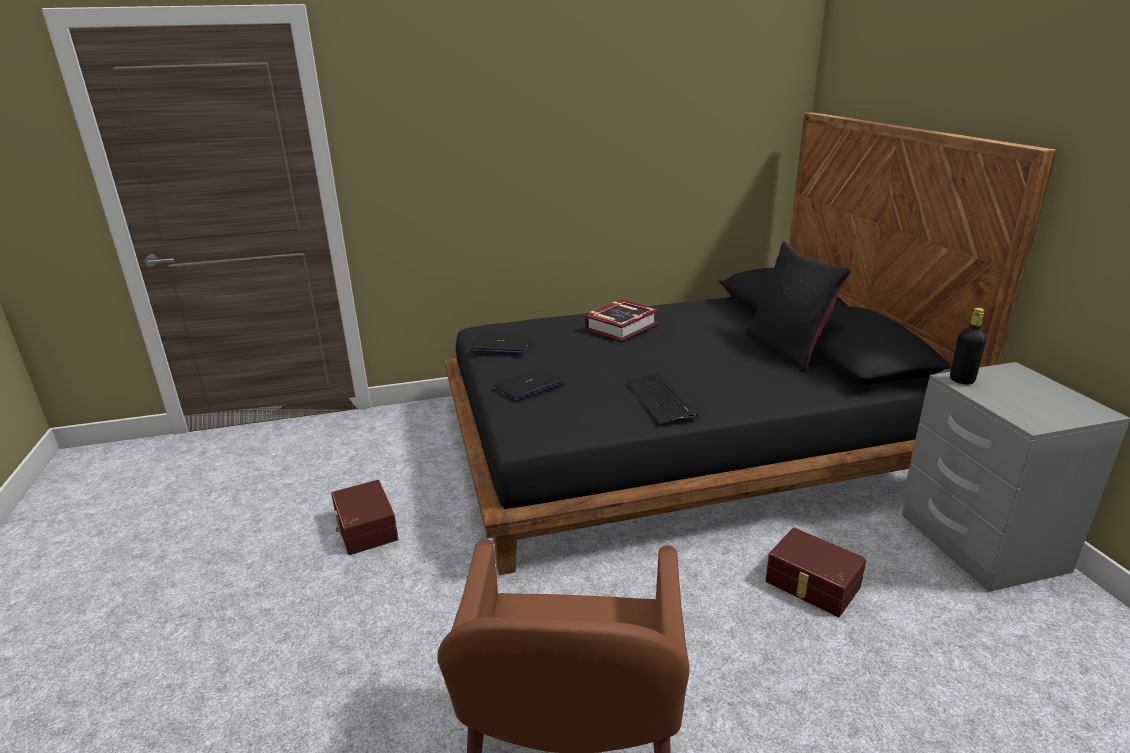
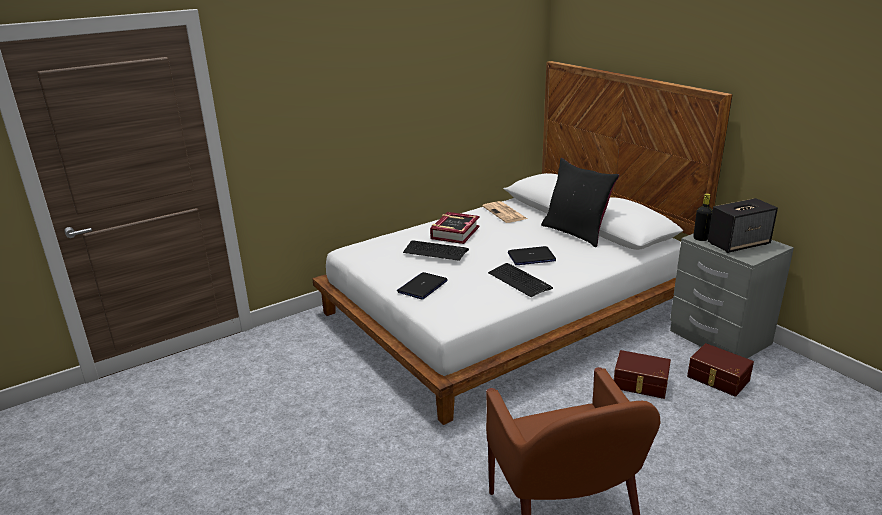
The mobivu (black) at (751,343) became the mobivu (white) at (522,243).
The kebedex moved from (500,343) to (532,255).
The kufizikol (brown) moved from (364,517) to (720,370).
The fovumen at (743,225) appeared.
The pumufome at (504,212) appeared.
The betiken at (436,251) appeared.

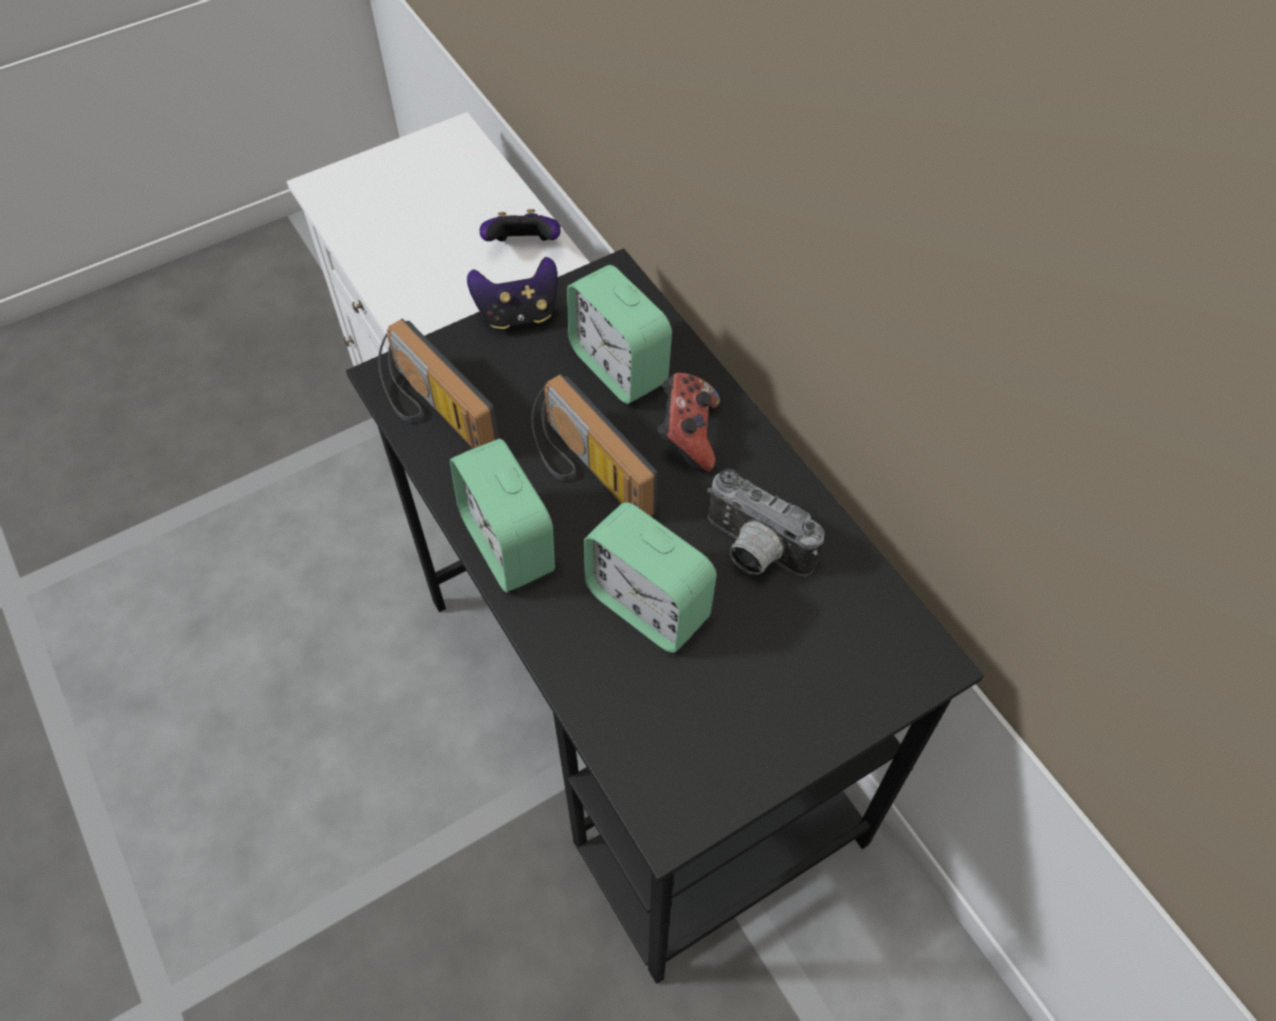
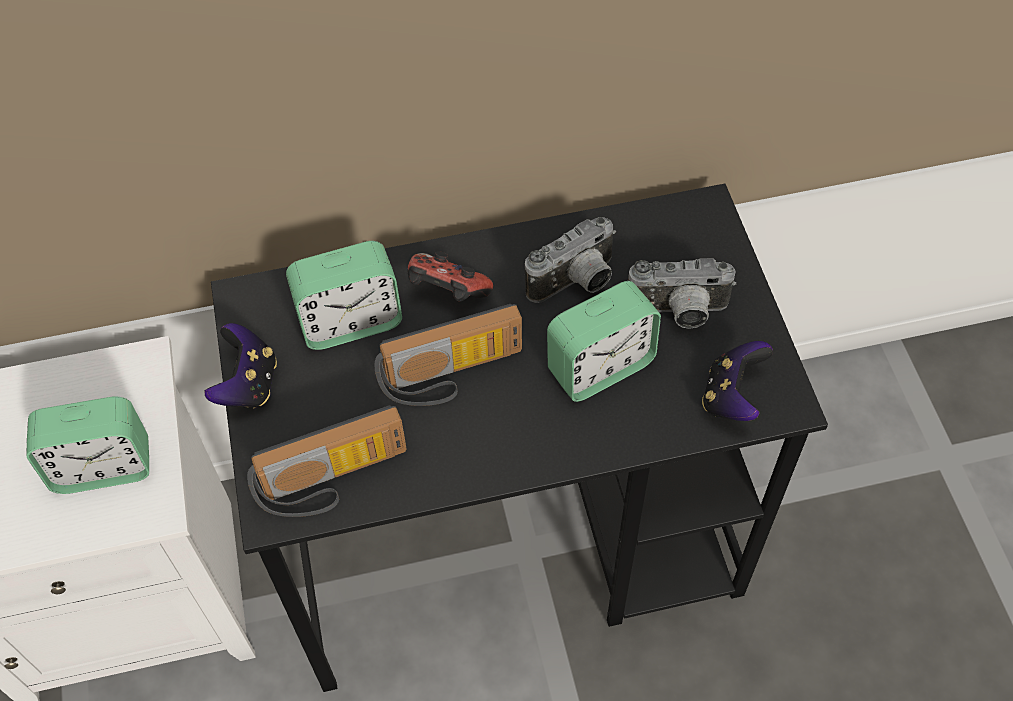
The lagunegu moved from (520,225) to (737,381).
The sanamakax moved from (502,516) to (88,445).
The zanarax at (682,293) appeared.

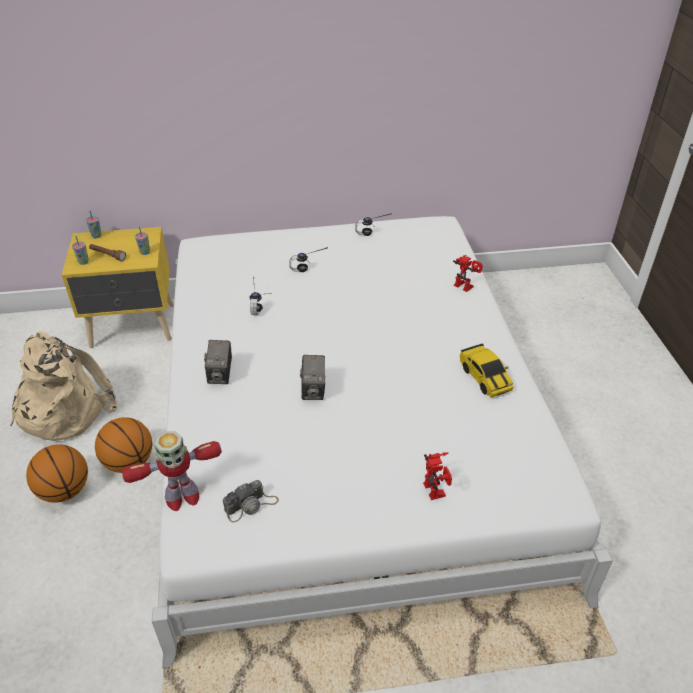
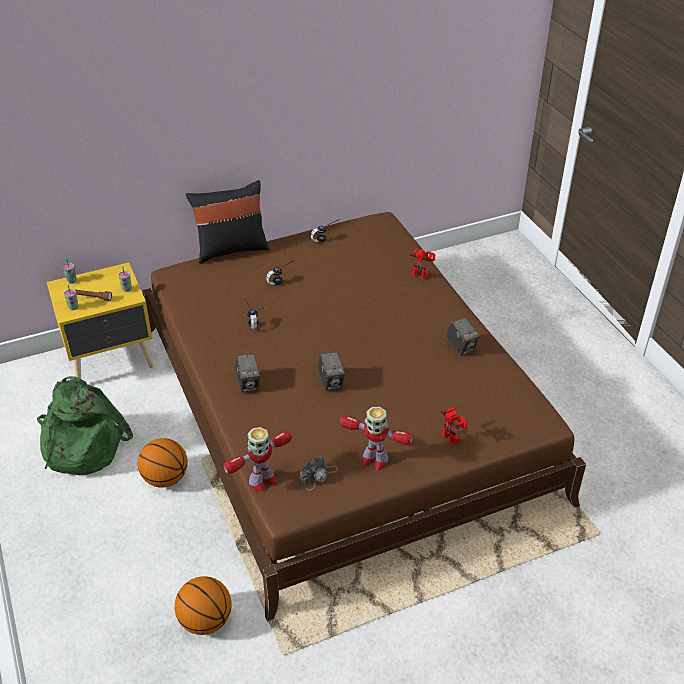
The mobivu (white) at (382,442) became the mobivu (brown) at (364,417).
The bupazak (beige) at (63,386) became the bupazak (green) at (85,425).
The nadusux at (487,370) was replaced by the zanarax at (462,336).
The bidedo moved from (57,474) to (203,605).
The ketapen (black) at (227,222) appeared.
The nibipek at (376,438) appeared.

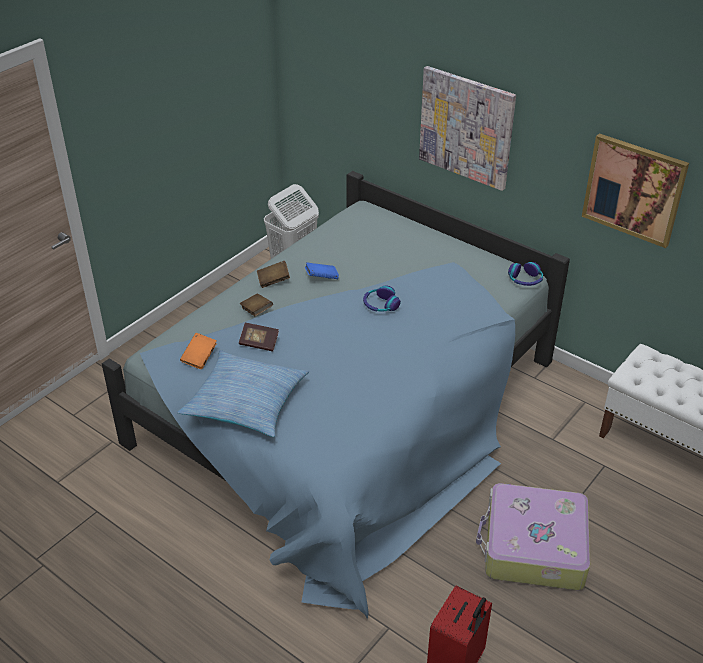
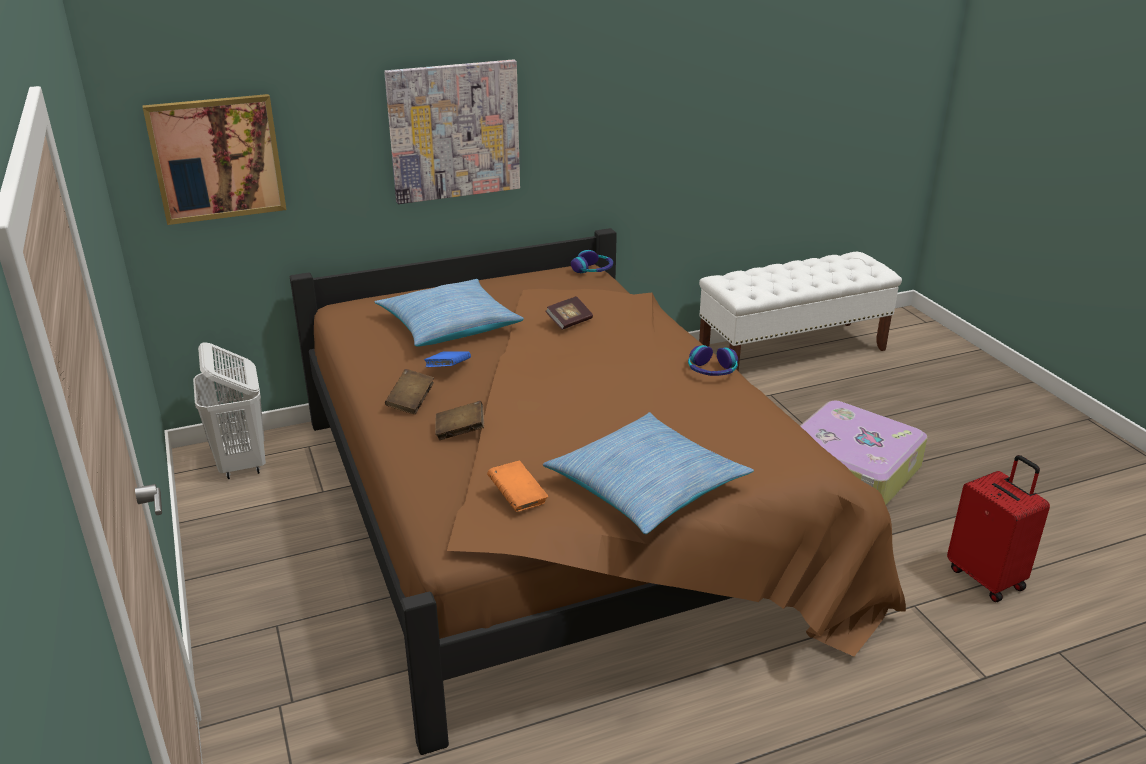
The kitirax moved from (635,190) to (214,159).
The mobivu (blue) at (336,395) became the mobivu (brown) at (598,491).
The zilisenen moved from (382,298) to (713,360).
The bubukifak moved from (259,337) to (569,313).
The ketapen at (449,313) appeared.

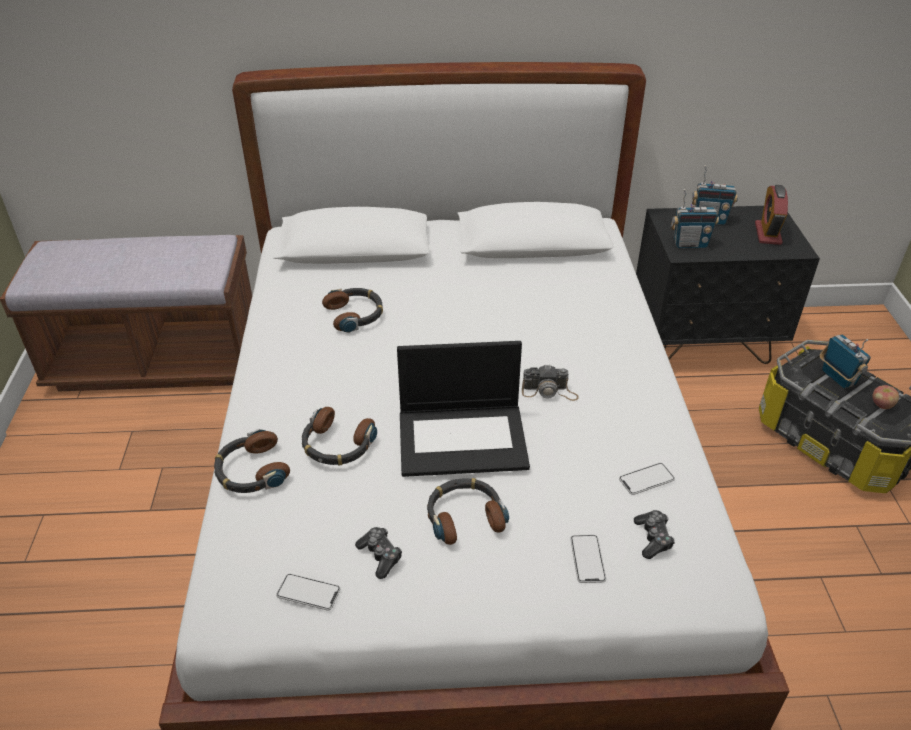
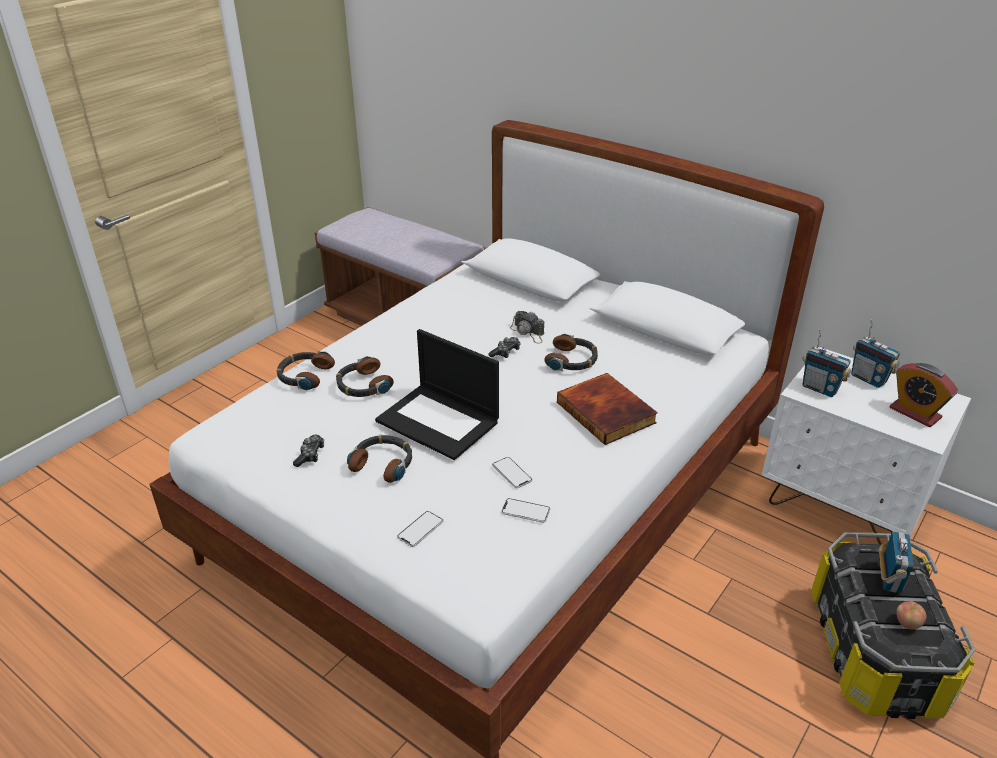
The sanamakax at (771,215) turned 90 degrees counterclockwise.
The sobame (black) at (728,285) became the sobame (white) at (866,445).
The zilisenen moved from (352,310) to (571,352).
The zanarax moved from (550,382) to (527,327).
The lagunegu moved from (654,534) to (505,347).
The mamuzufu moved from (308,592) to (512,472).
The bubukifak at (607,409) appeared.

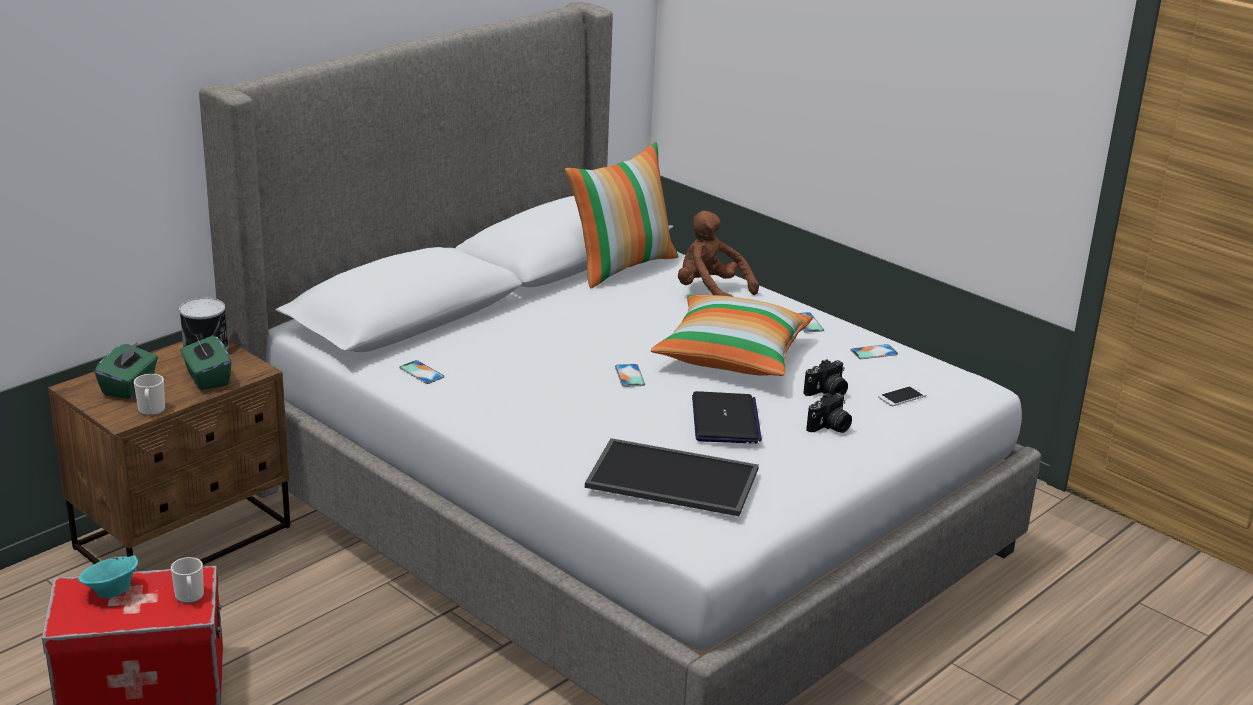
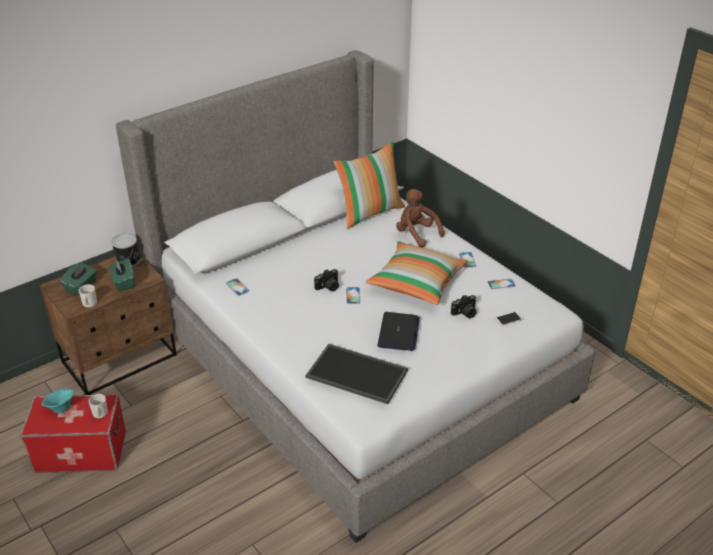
The zanarax moved from (829,413) to (326,280).

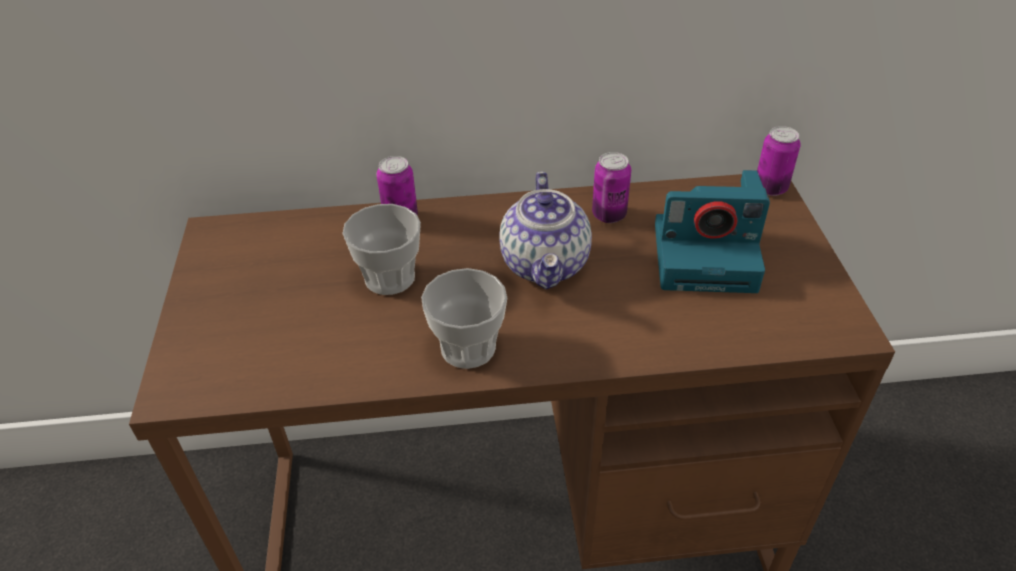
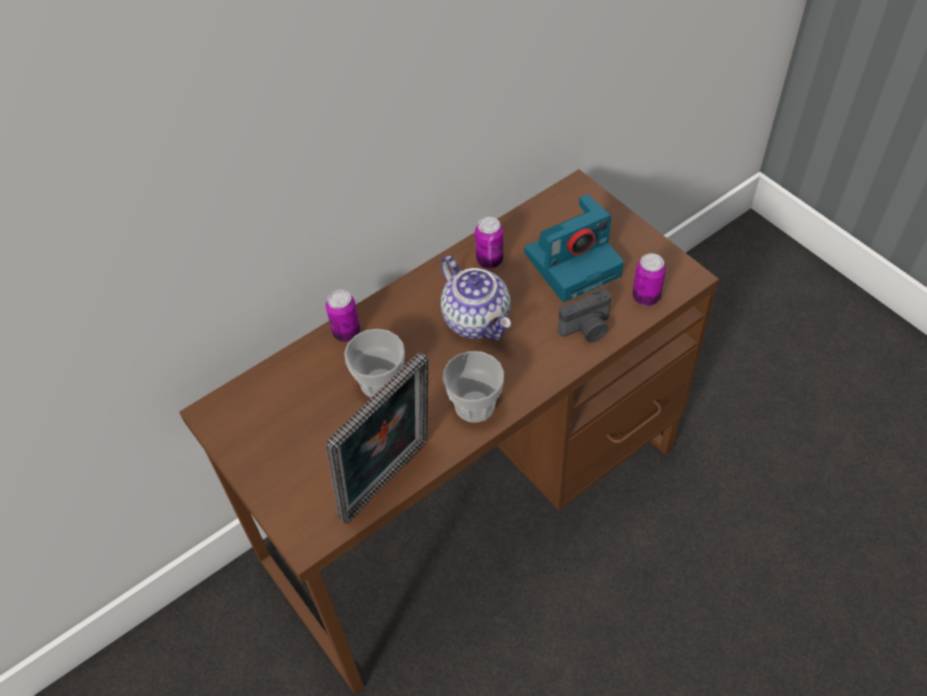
The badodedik moved from (778,161) to (649,279).
The zanarax at (584,315) appeared.
The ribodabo at (377,438) appeared.

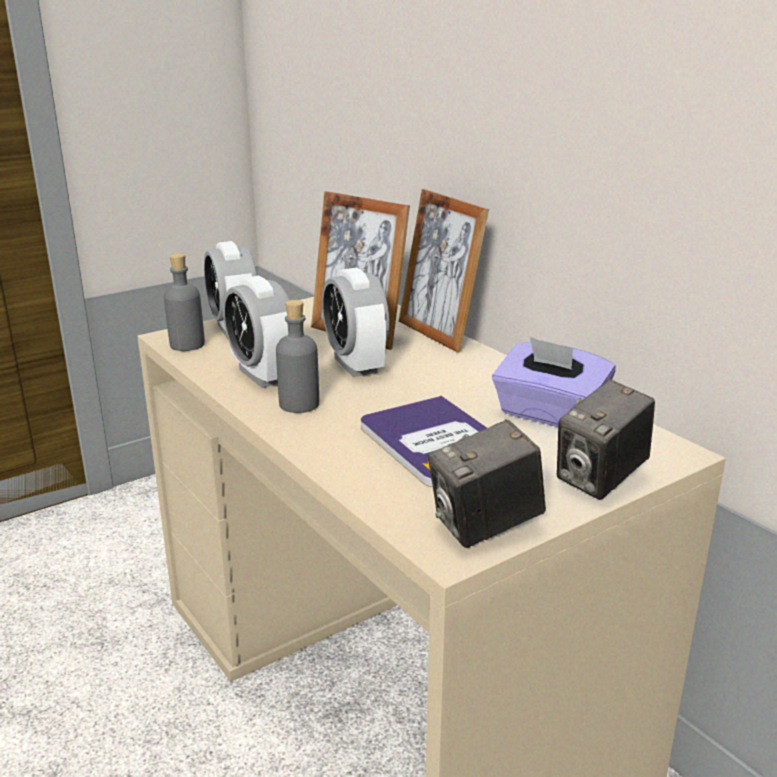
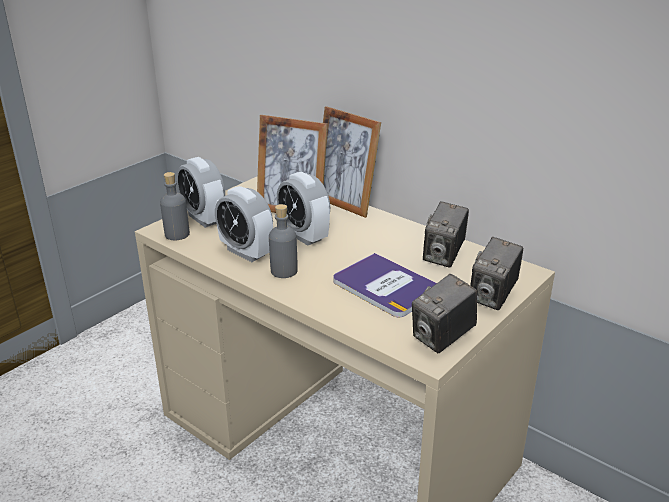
The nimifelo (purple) at (554,382) was replaced by the zanarax at (446,234).

